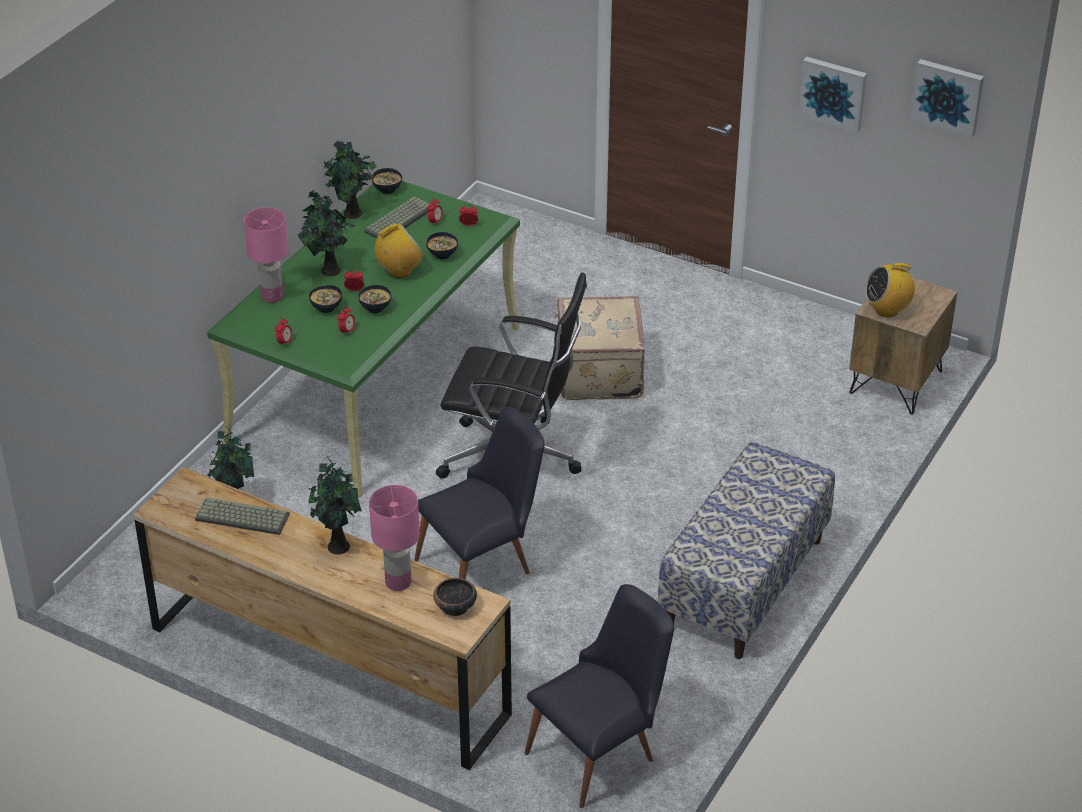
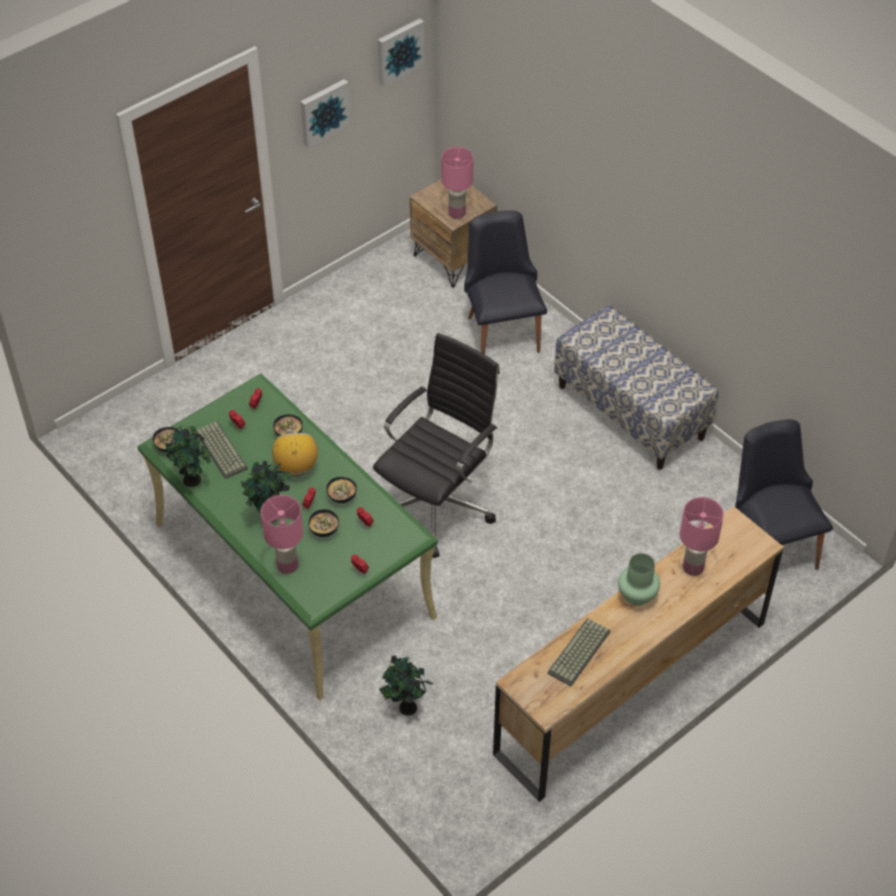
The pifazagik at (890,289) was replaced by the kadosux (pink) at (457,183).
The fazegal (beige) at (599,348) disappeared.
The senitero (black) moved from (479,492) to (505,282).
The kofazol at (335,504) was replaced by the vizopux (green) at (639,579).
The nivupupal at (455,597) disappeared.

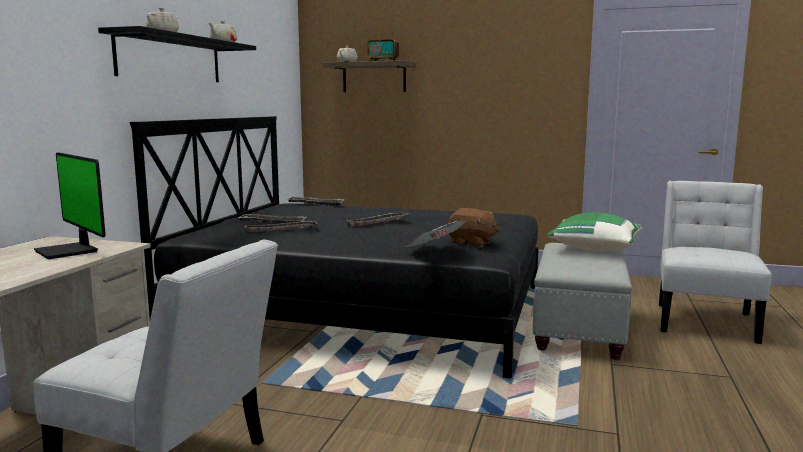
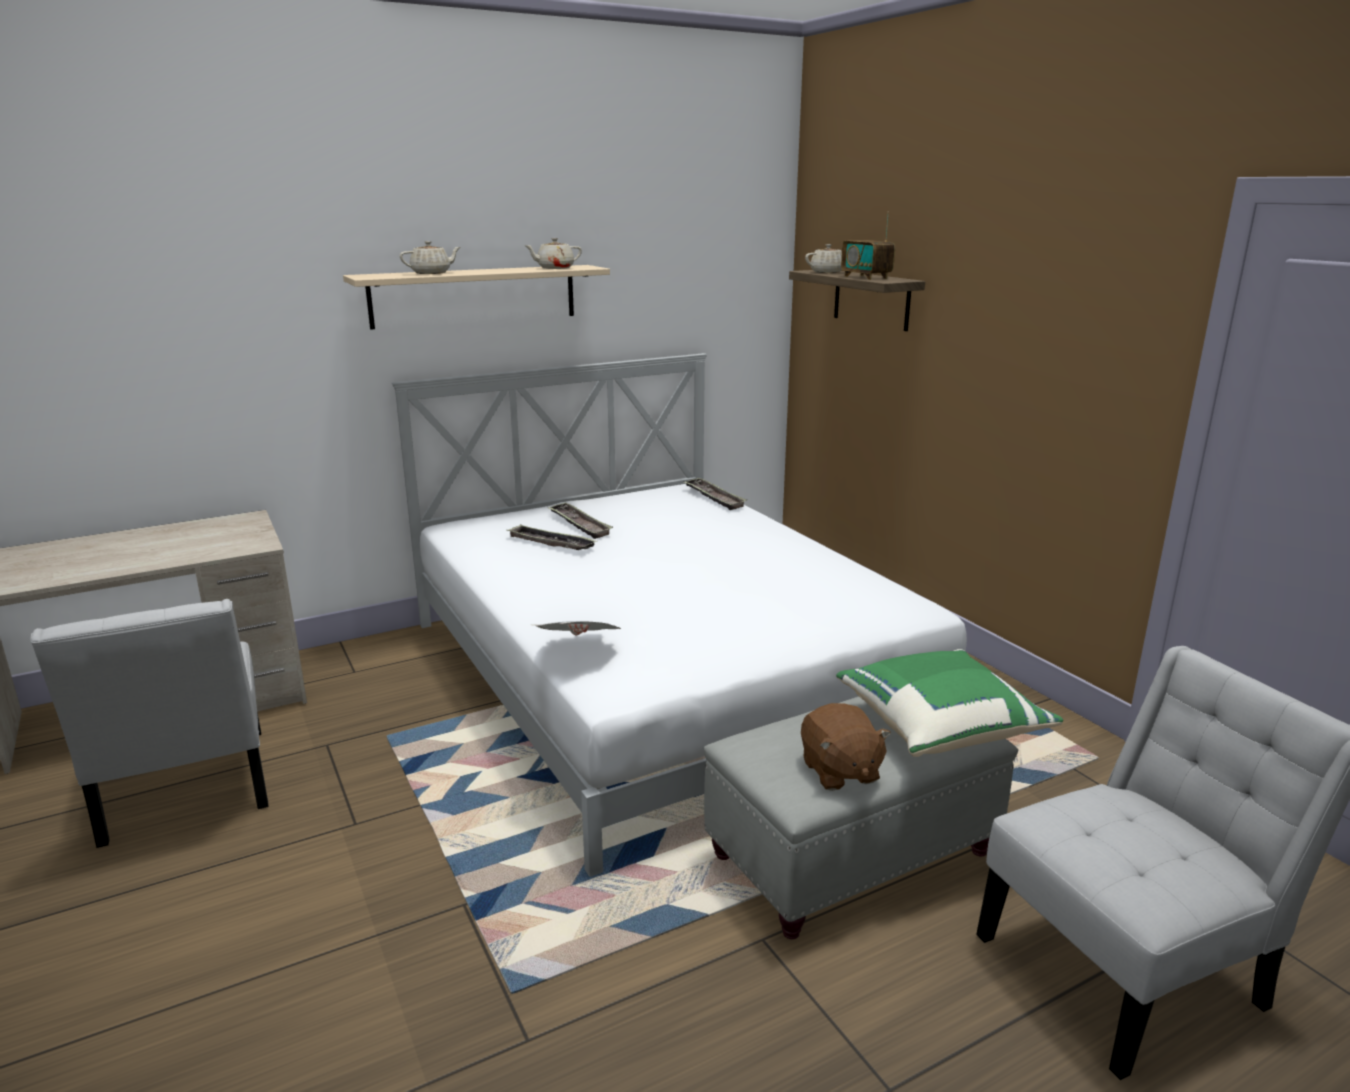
The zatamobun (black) at (177,54) became the zatamobun (beige) at (476,297).
The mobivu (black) at (334,247) became the mobivu (white) at (679,615).
The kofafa at (70,205) disappeared.
The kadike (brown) moved from (474,227) to (846,747).
The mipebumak at (377,219) disappeared.

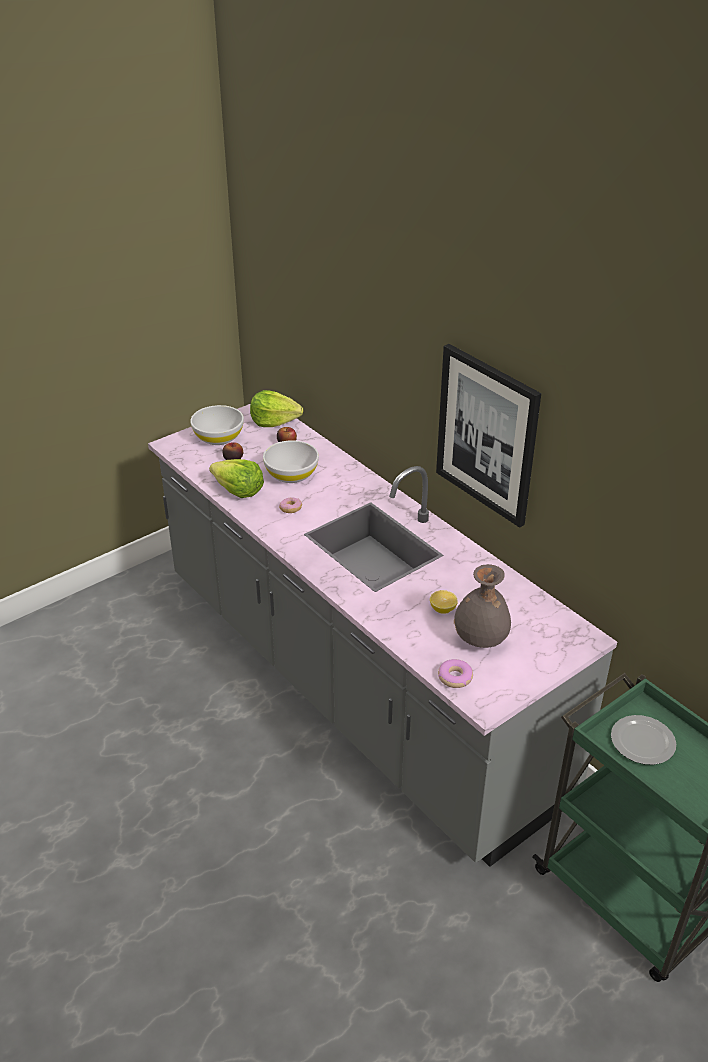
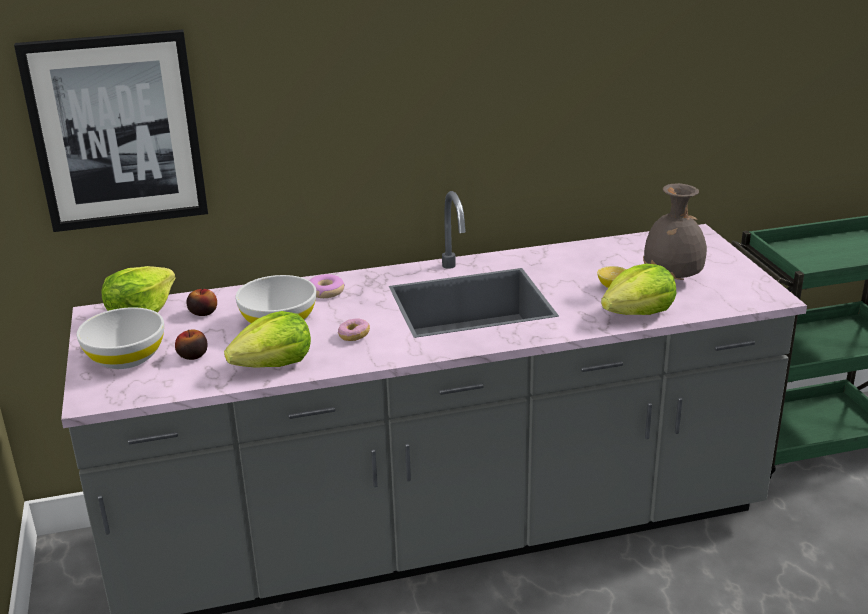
The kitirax moved from (488,436) to (111,130).
The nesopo moved from (455,673) to (327,286).
The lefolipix at (643,740) disappeared.
The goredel at (638,289) appeared.

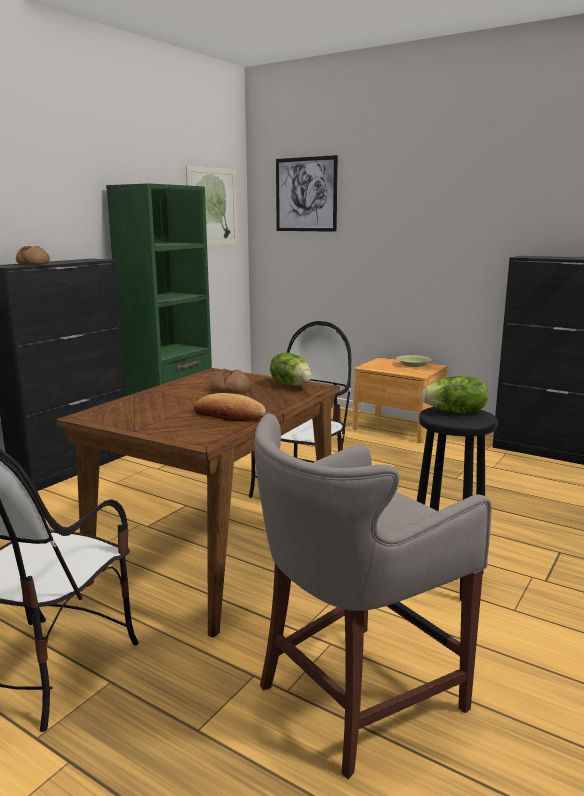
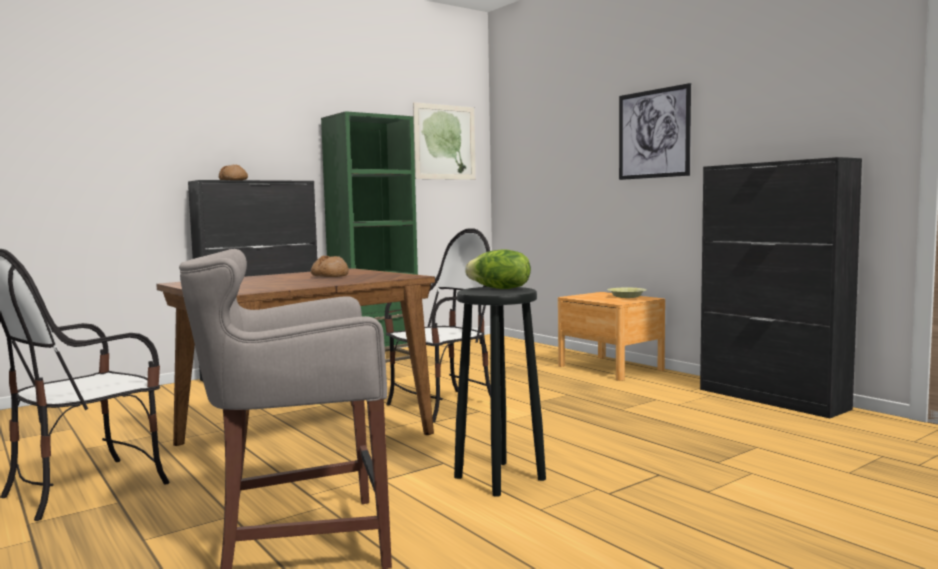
The kitirax moved from (307,193) to (655,131).
The goredel at (291,369) disappeared.
The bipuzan at (230,407) disappeared.

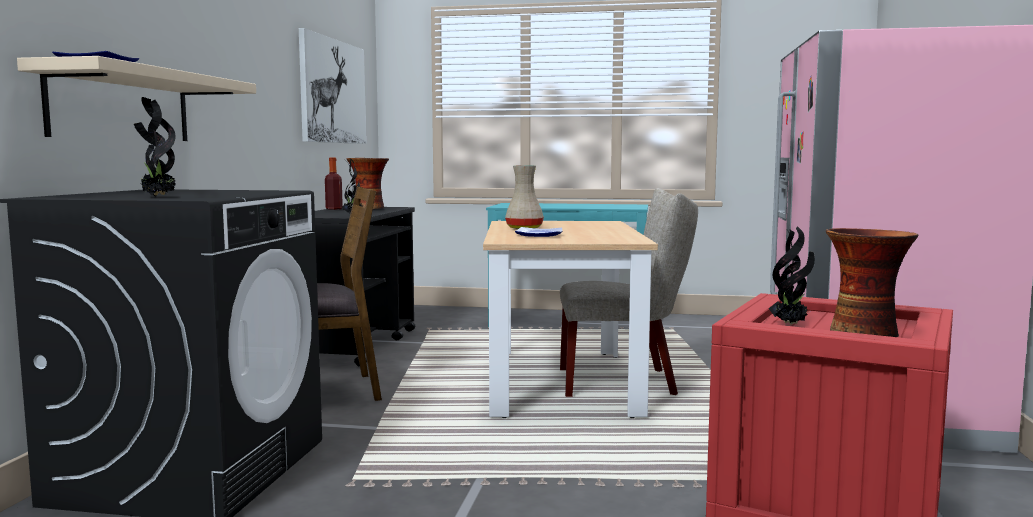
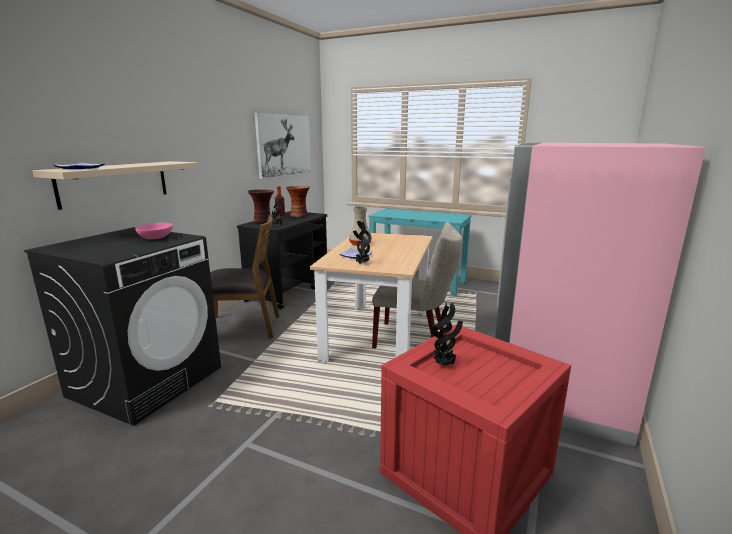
The kofazol moved from (155,147) to (362,242).
The vizopux moved from (872,282) to (261,206).
The nivupupal (pink) at (154,231) appeared.

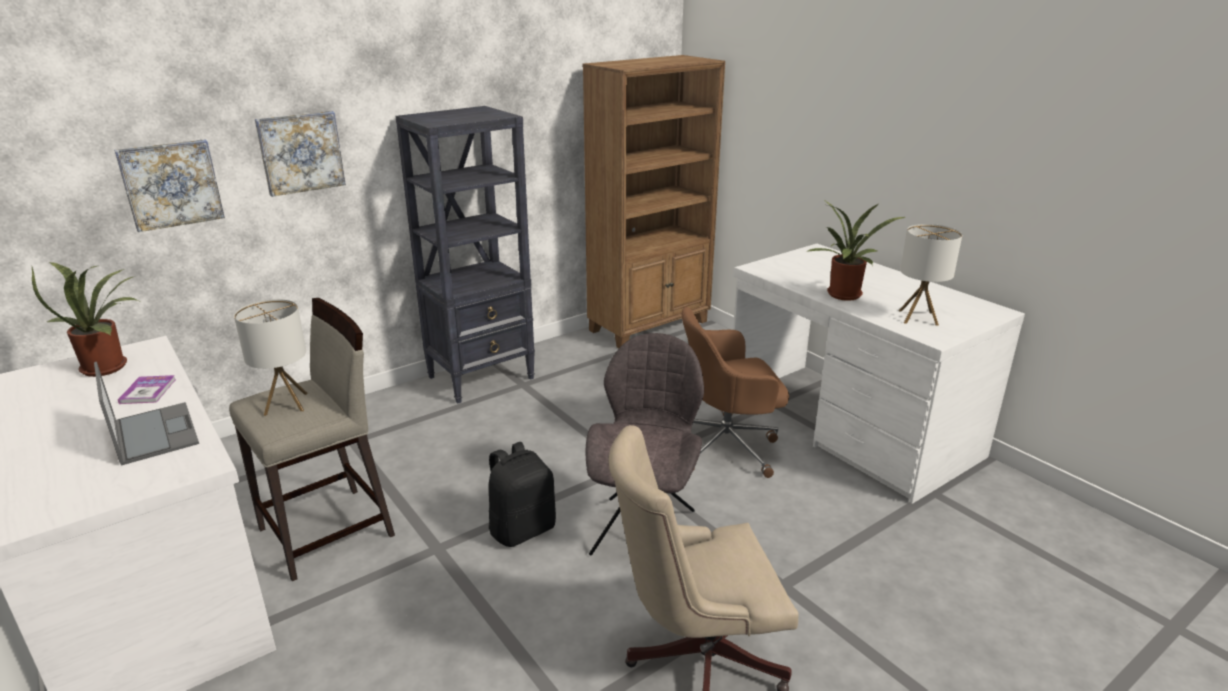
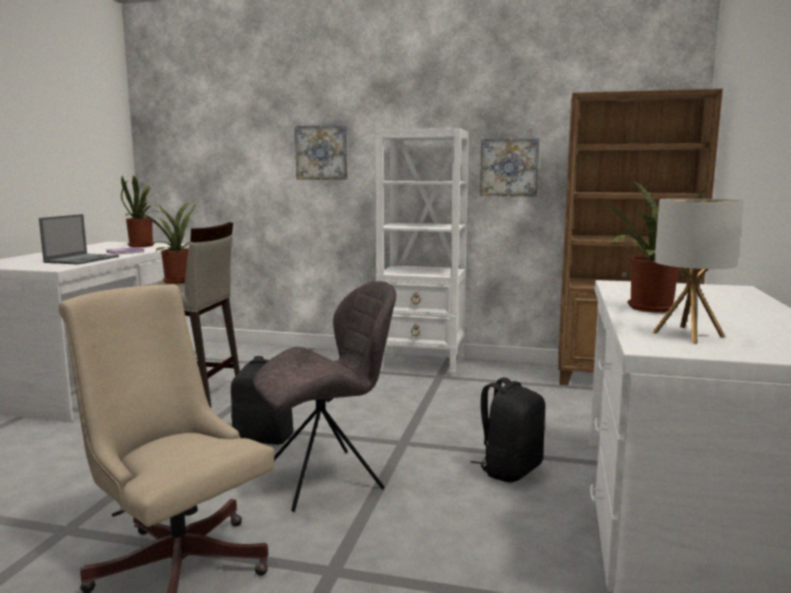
The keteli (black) at (465,254) became the keteli (white) at (422,252).
The kitirax moved from (169,185) to (510,167).
The kadosux at (270,357) was replaced by the kofazol at (166,242).
The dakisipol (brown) at (735,392) was replaced by the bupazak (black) at (508,429).

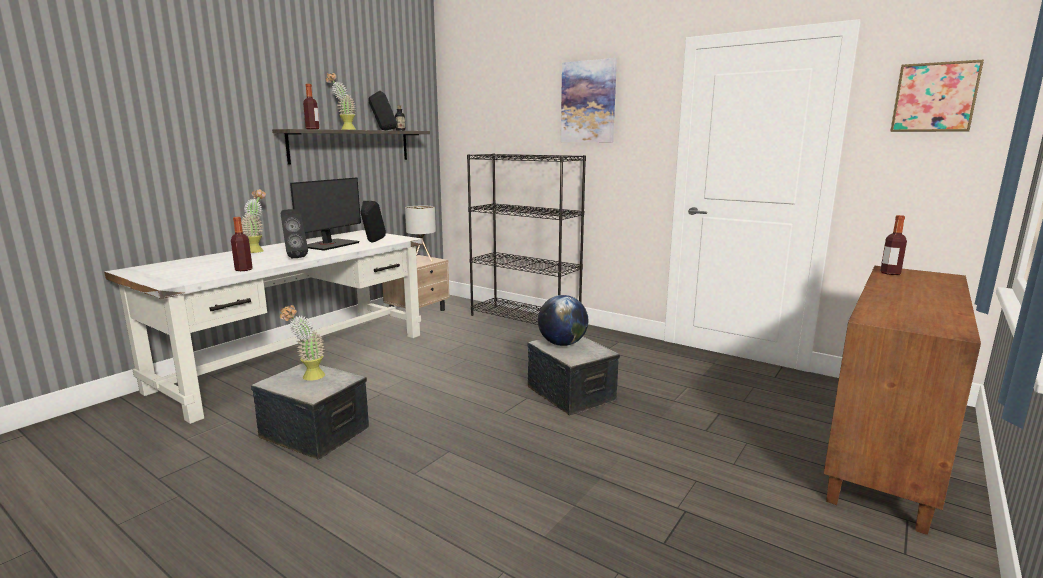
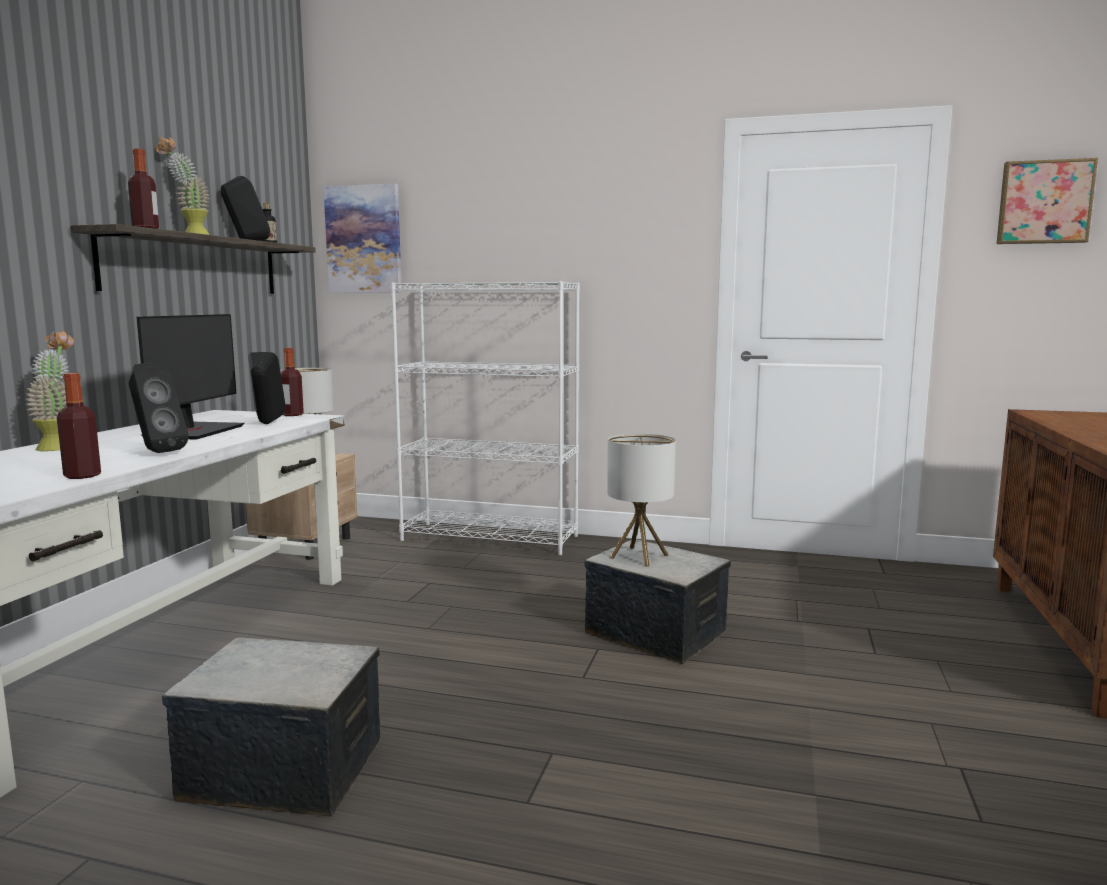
The kitirax moved from (589,100) to (363,238).
The keteli (black) at (526,239) became the keteli (white) at (485,418).
The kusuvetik moved from (893,245) to (292,382).
The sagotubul at (563,320) was replaced by the kadosux at (641,500).
The kofazol at (302,343) disappeared.

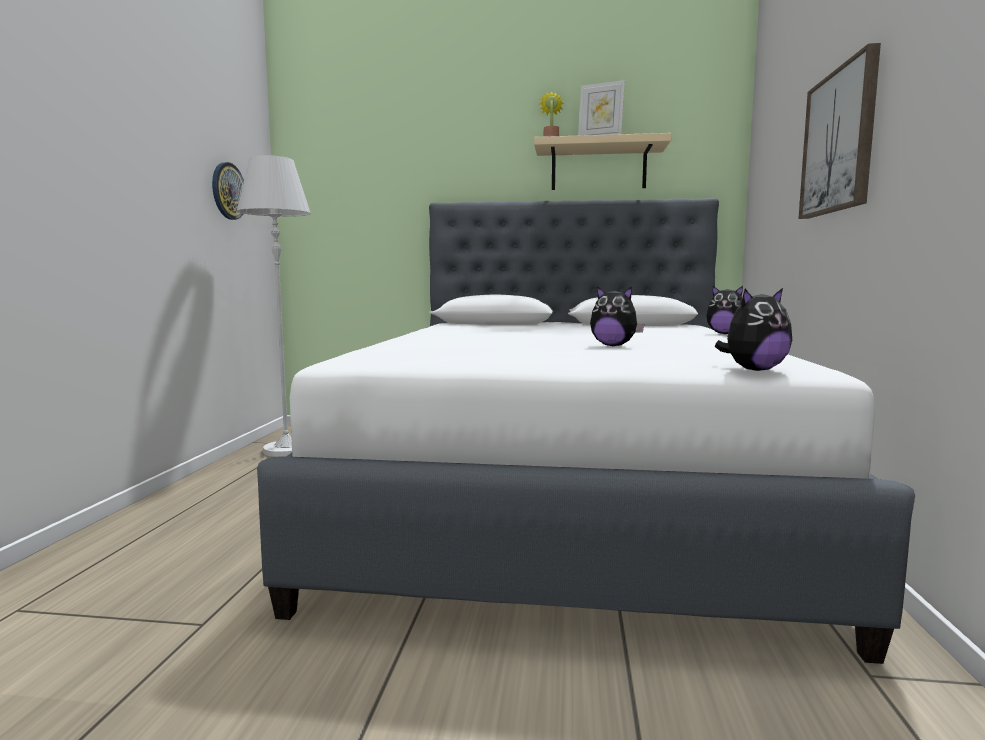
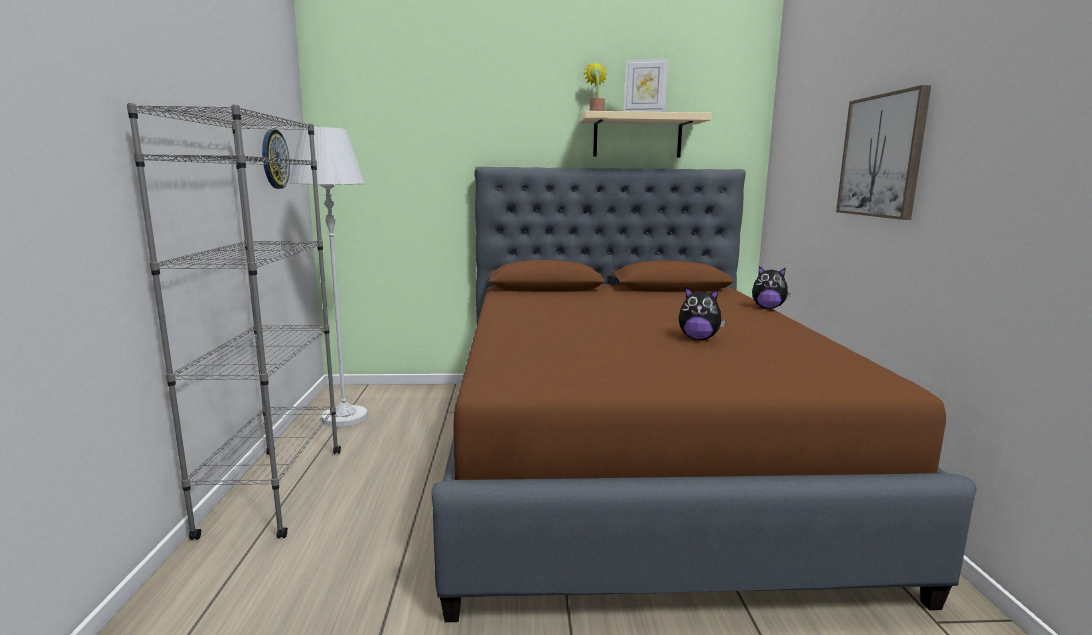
The mobivu (white) at (586,431) became the mobivu (brown) at (704,394).
The kadike at (753,329) disappeared.
The keteli (grey) at (234,321) appeared.

